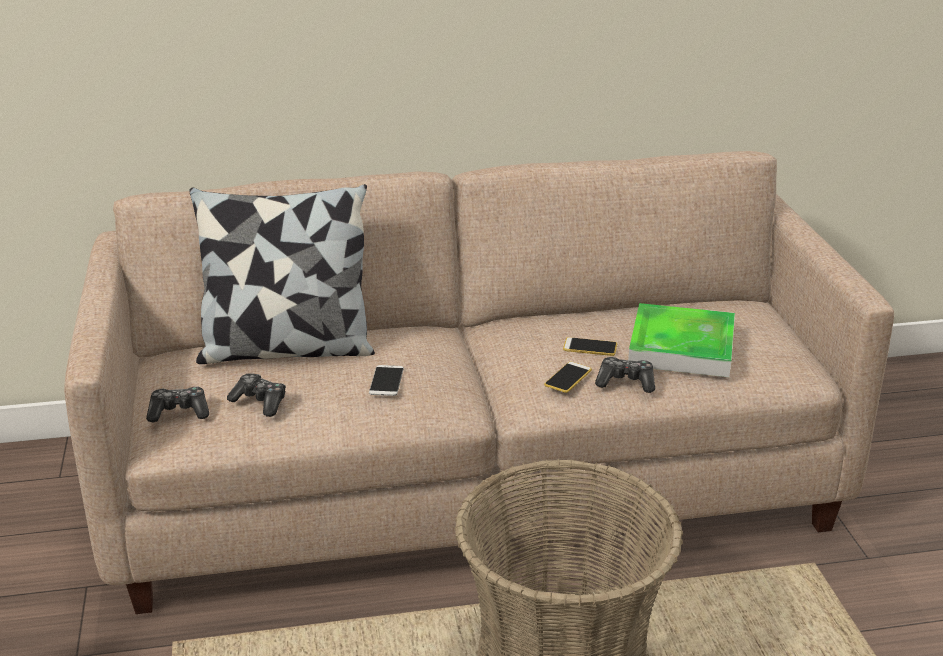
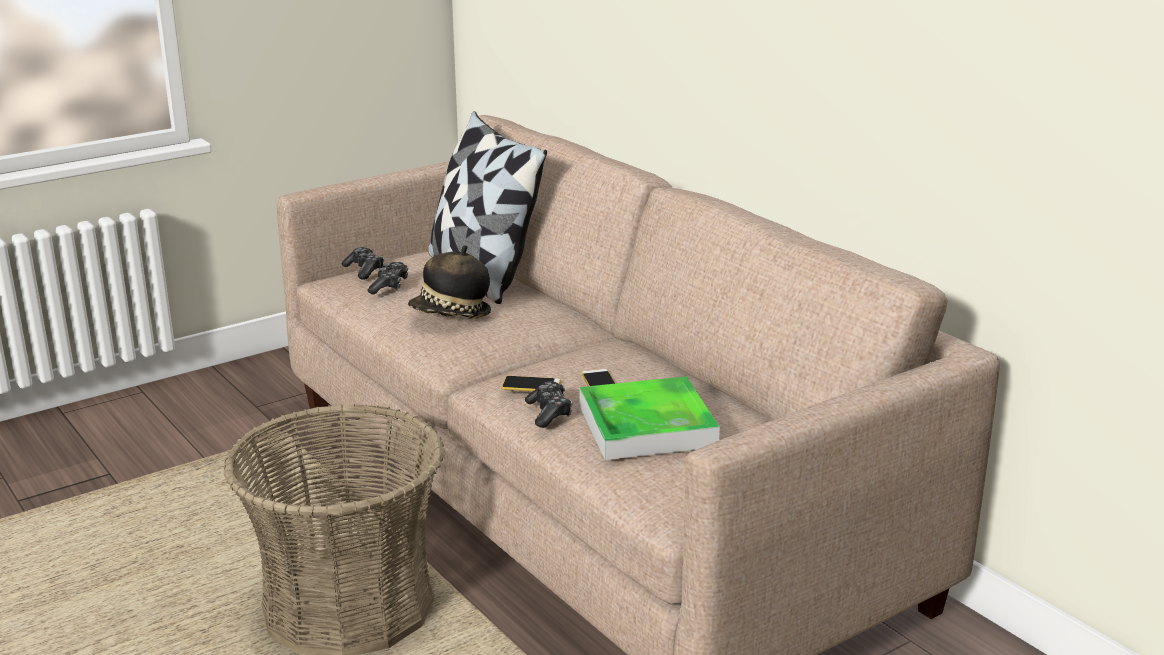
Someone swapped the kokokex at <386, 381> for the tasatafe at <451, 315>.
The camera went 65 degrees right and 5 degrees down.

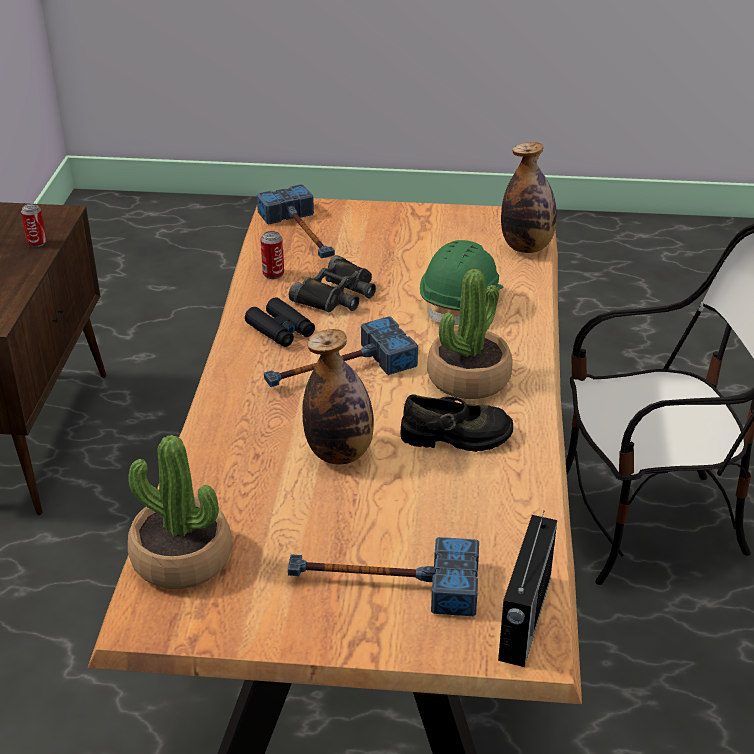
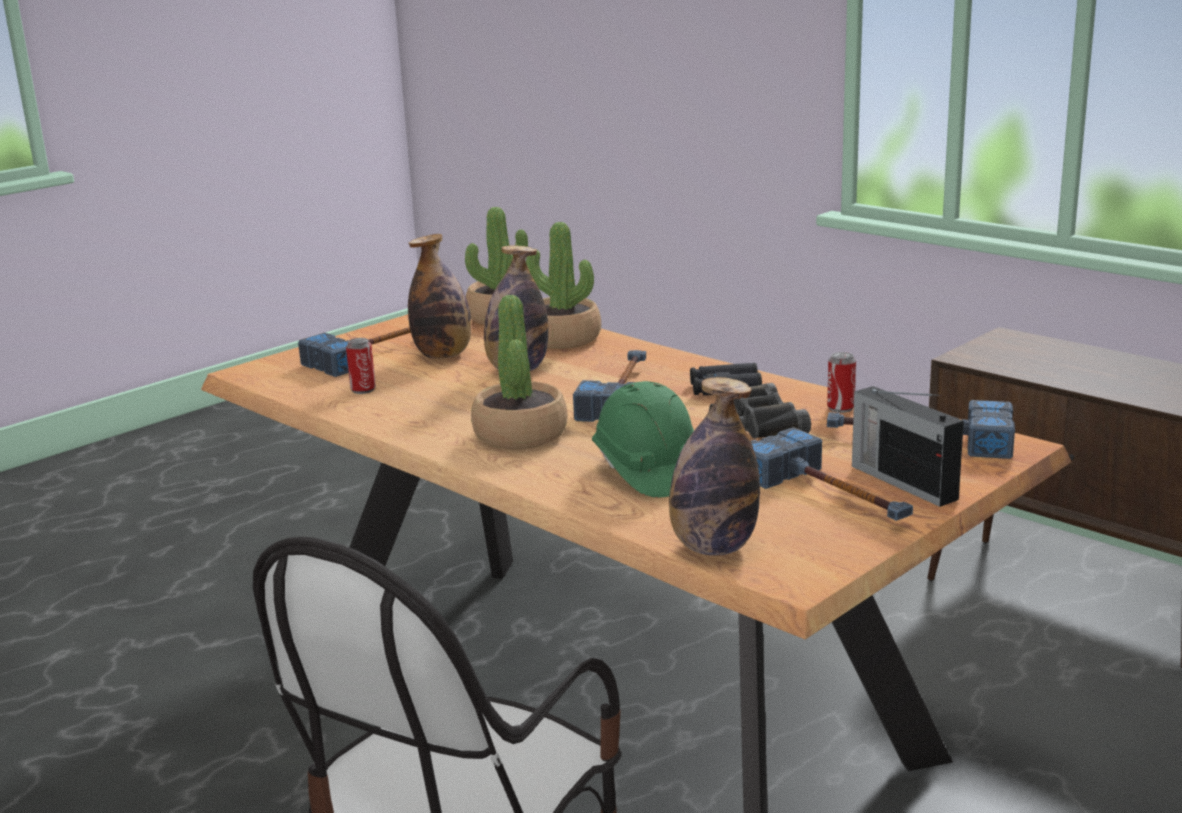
Someone carried the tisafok from <37, 243> to <363, 390>.
Someone took away the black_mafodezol at <456, 436>.
Someone carried the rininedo from <524, 620> to <902, 481>.
Someone put down the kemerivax at <443, 355>.
Someone put down the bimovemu at <562, 339>.
Someone put down the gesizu at <830, 496>.
The camera went 130 degrees right and 15 degrees down.

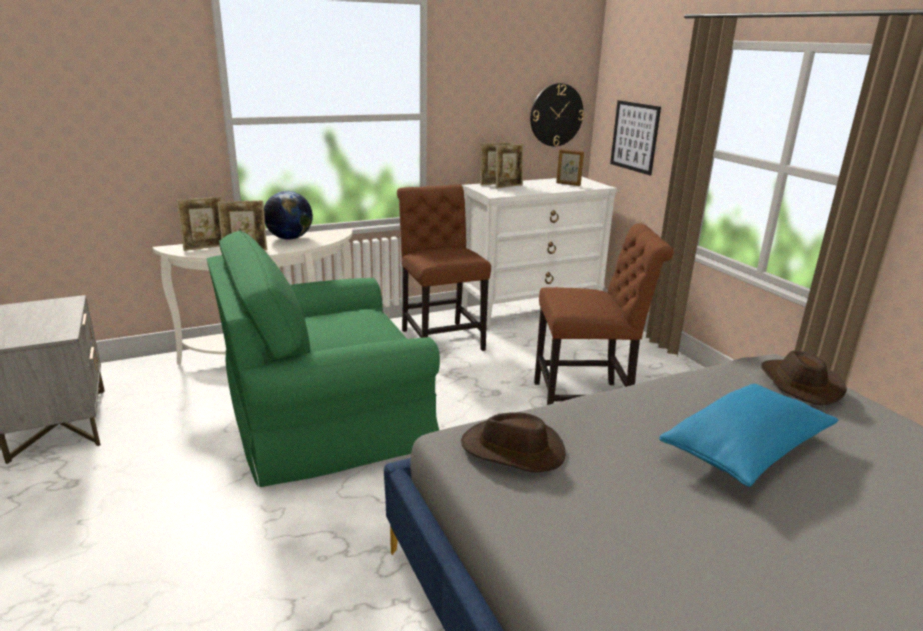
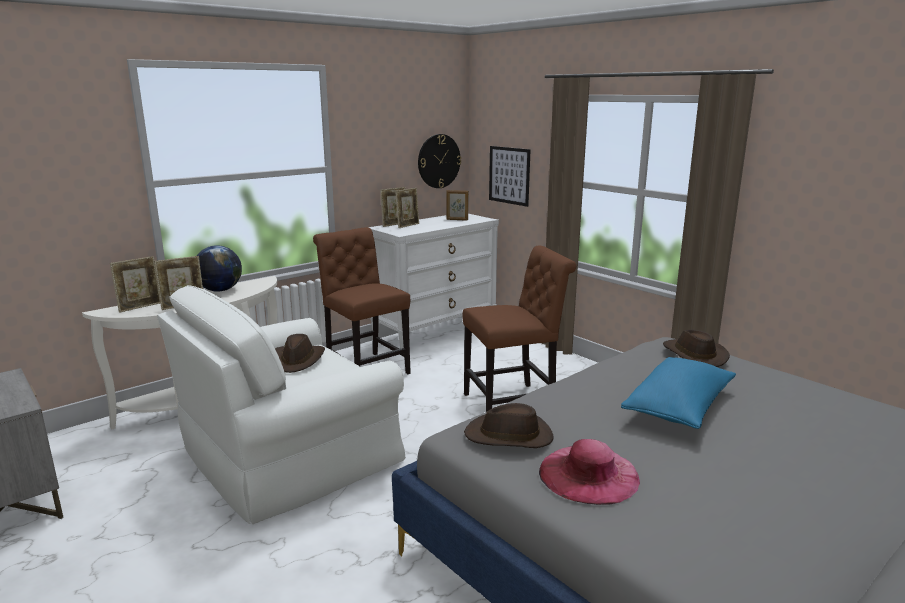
Someone repainted the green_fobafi at <326, 419>, which became the white_fobafi at <289, 455>.
Someone put down the brown_tasatafe at <297, 360>.
Someone put down the pink_tasatafe at <588, 474>.
The camera went 15 degrees left and 5 degrees down.

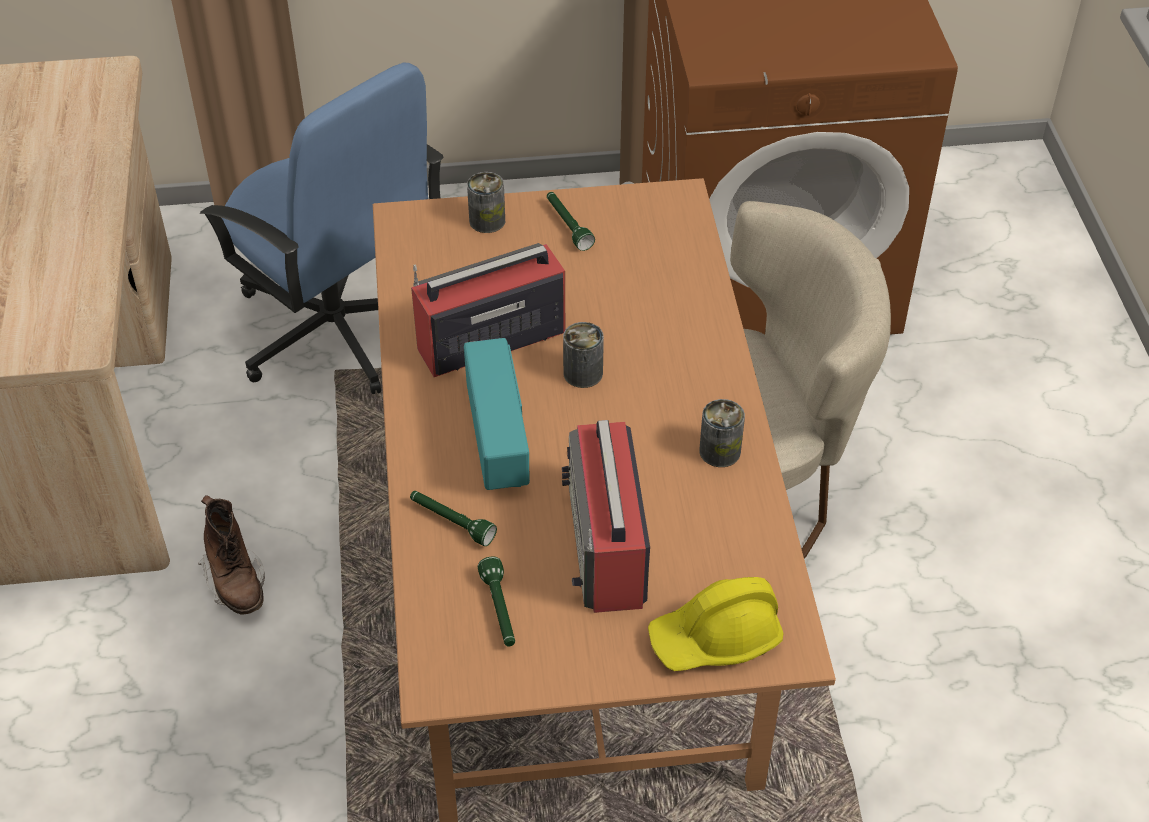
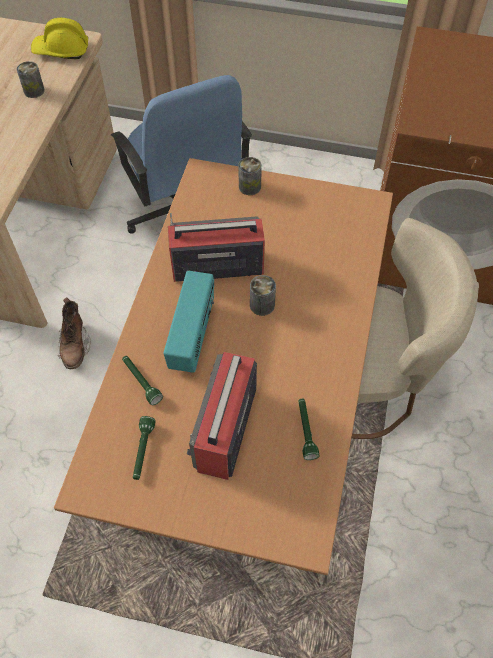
Someone carried the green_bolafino from <567, 226> to <305, 431>.
Someone carried the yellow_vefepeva from <715, 638> to <61, 50>.
Someone carried the tisafok from <720, 451> to <34, 91>.
The camera went 20 degrees right and 10 degrees up.

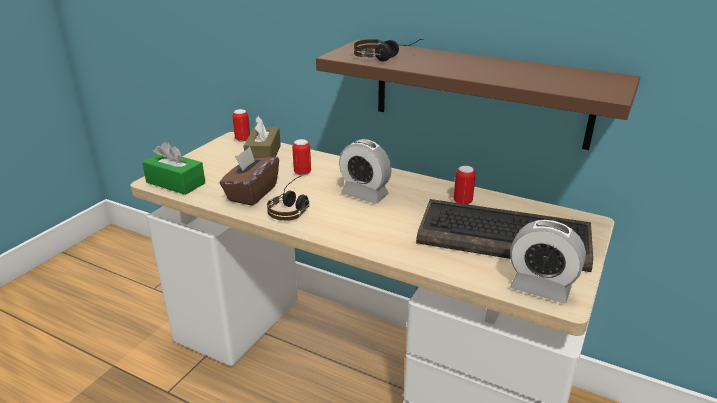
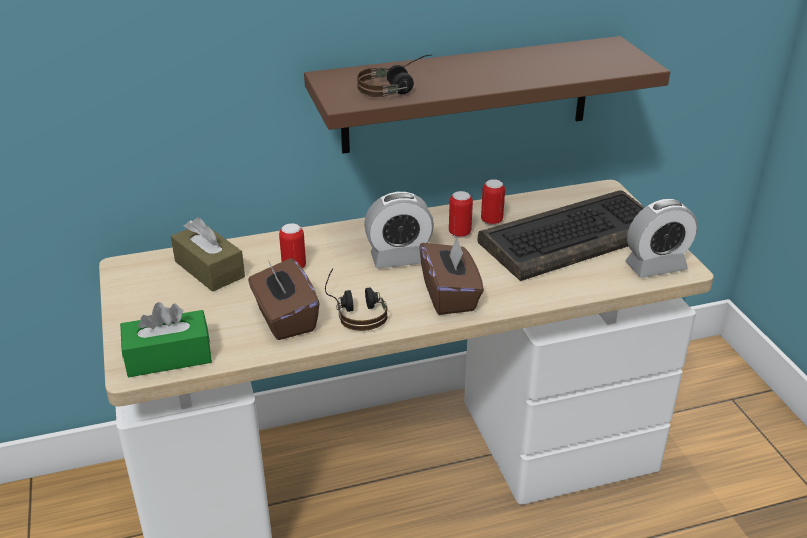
Someone carried the tisafok from <242, 139> to <459, 233>.
Someone put down the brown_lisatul at <450, 295>.
The camera went 45 degrees left and 5 degrees up.

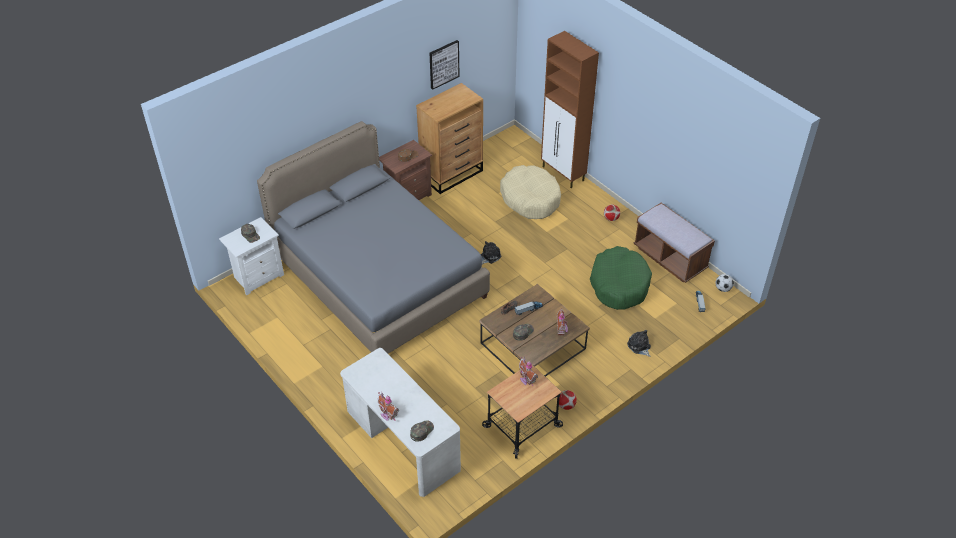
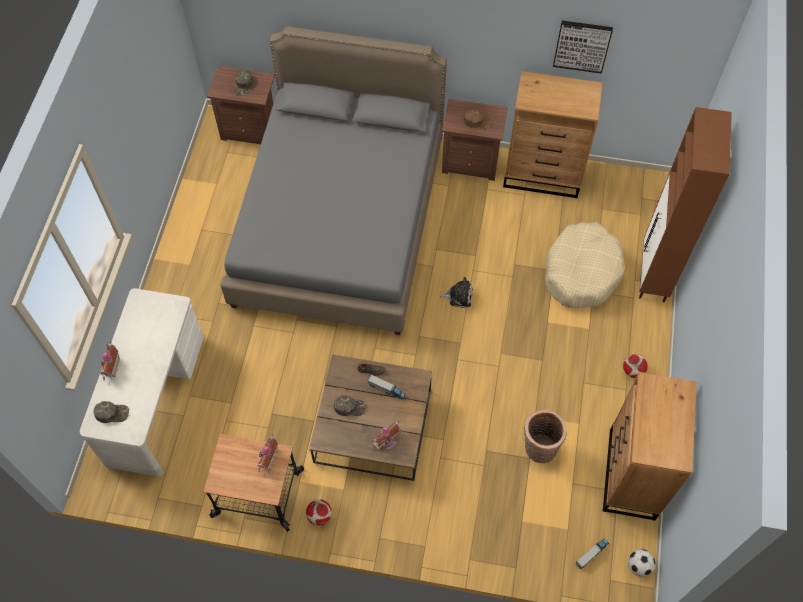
Someone repainted the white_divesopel at <258, 276>, which became the brown_divesopel at <251, 130>.
Someone swapped the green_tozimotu at <619, 284> for the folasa at <538, 449>.
Someone took away the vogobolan at <639, 346>.
Someone swapped the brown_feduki at <670, 258> for the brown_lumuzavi at <631, 475>.
The camera went 50 degrees right and 15 degrees up.

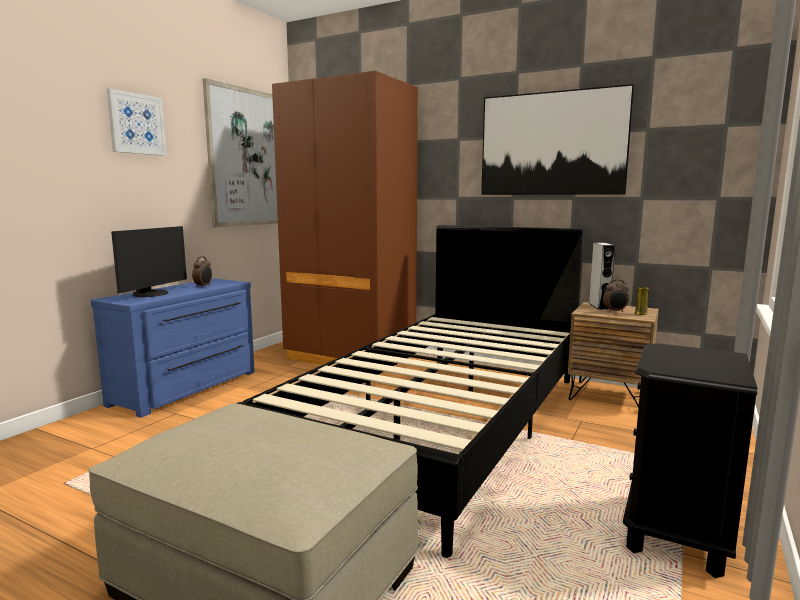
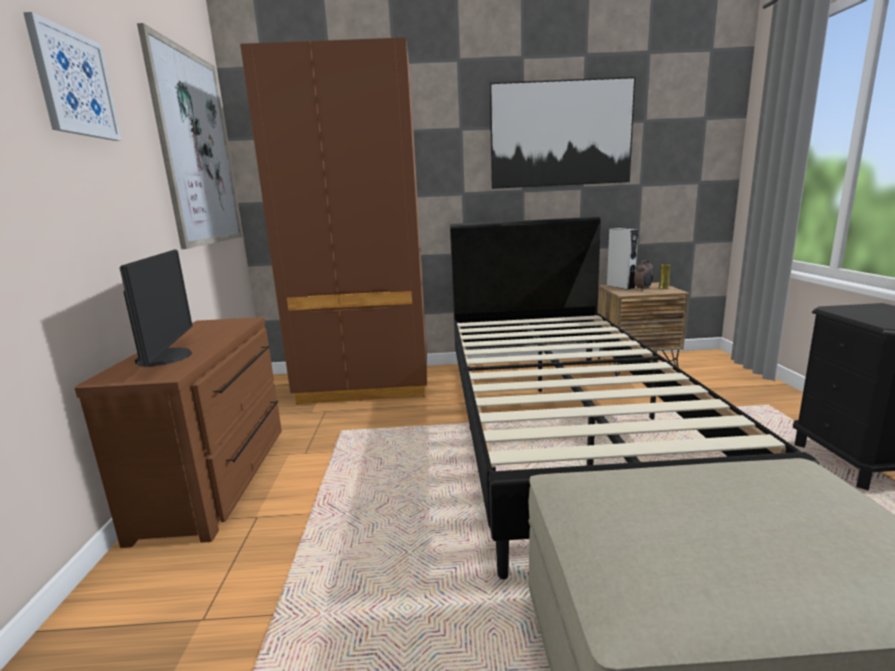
Someone repainted the blue_lumuzavi at <188, 388>, which became the brown_lumuzavi at <221, 477>.
Someone took away the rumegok at <203, 286>.
The camera went 30 degrees left and 5 degrees up.

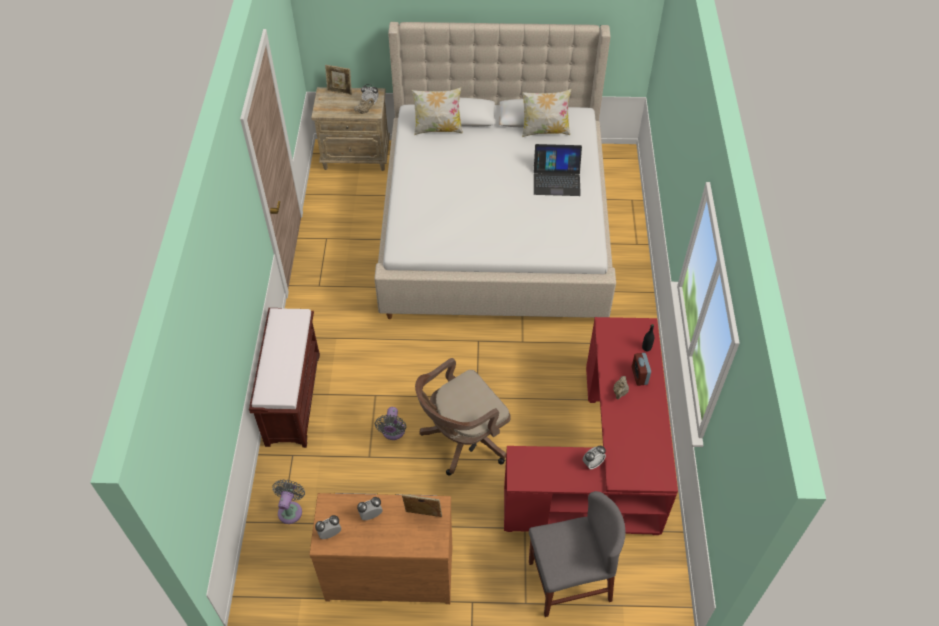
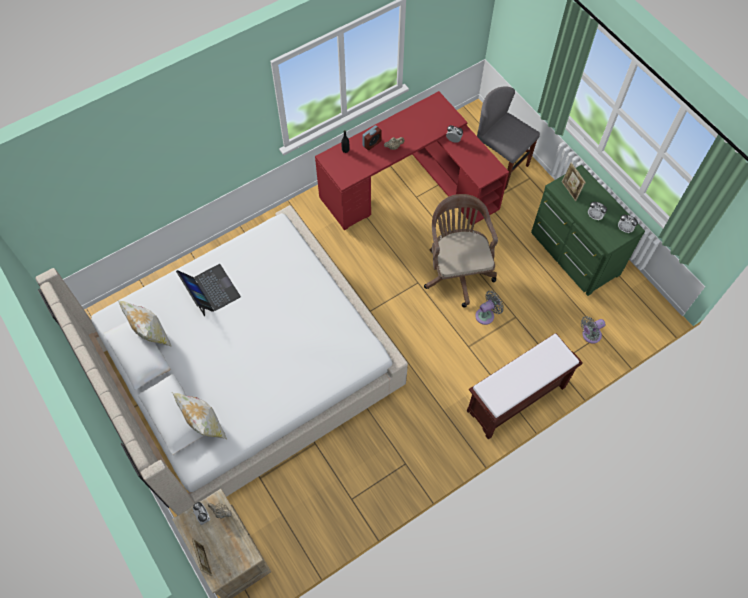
Someone repainted the brown_lumuzavi at <389, 570>, which became the green_lumuzavi at <573, 255>.
Someone rotated the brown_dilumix at <462, 439> by 120 degrees counterclockwise.
The camera went 125 degrees left and 10 degrees up.

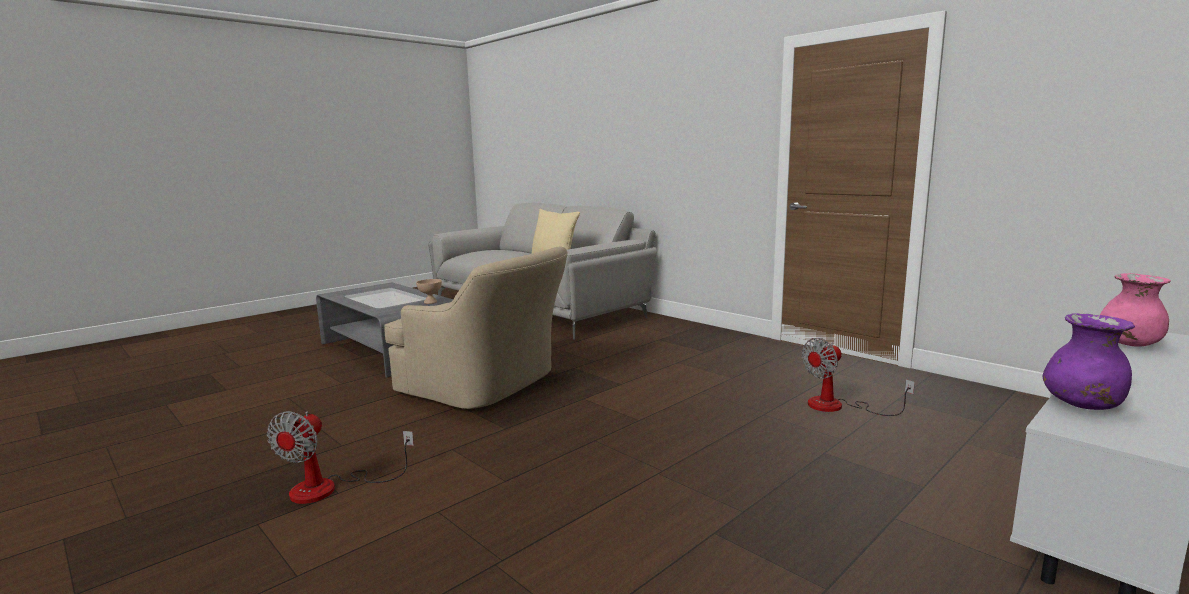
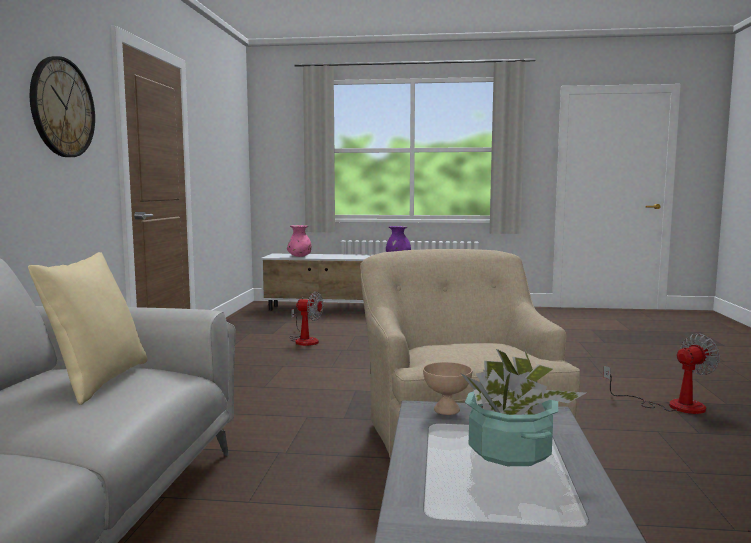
Someone put up the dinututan at <62, 107>.
Someone put down the bimovemu at <509, 451>.
The camera went 130 degrees left and 5 degrees down.

